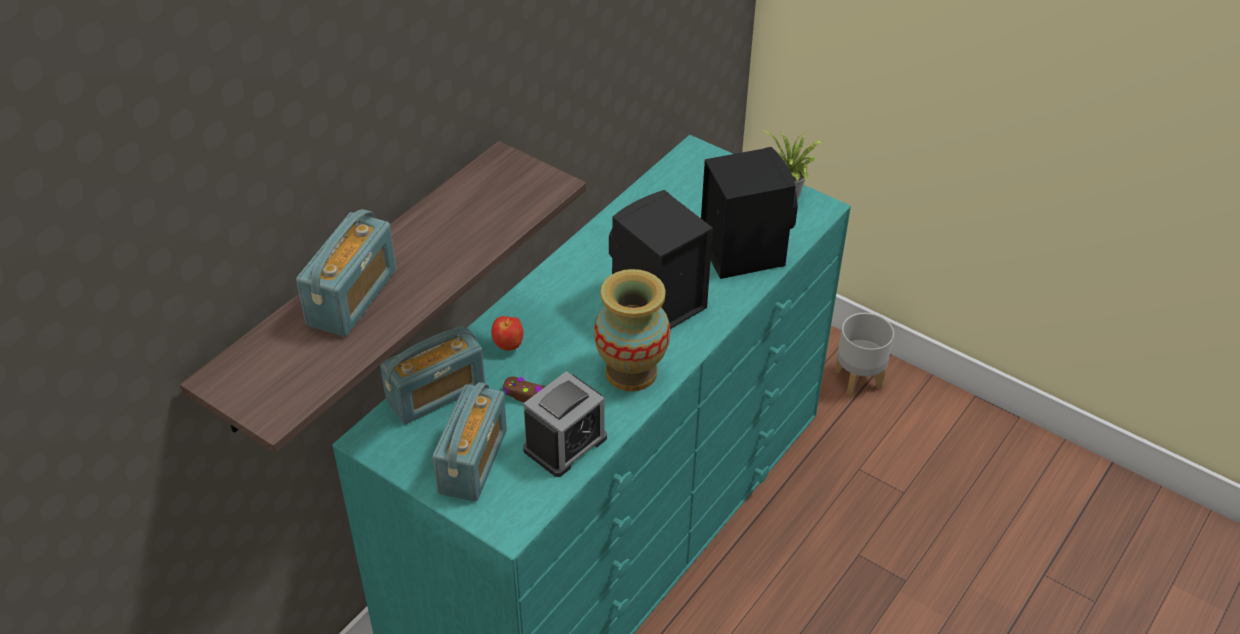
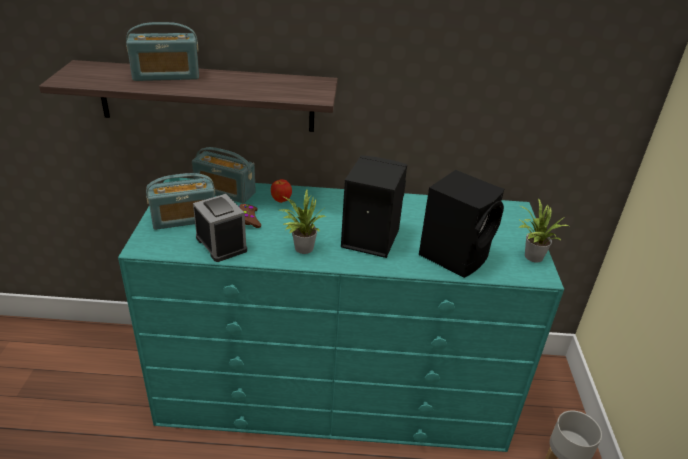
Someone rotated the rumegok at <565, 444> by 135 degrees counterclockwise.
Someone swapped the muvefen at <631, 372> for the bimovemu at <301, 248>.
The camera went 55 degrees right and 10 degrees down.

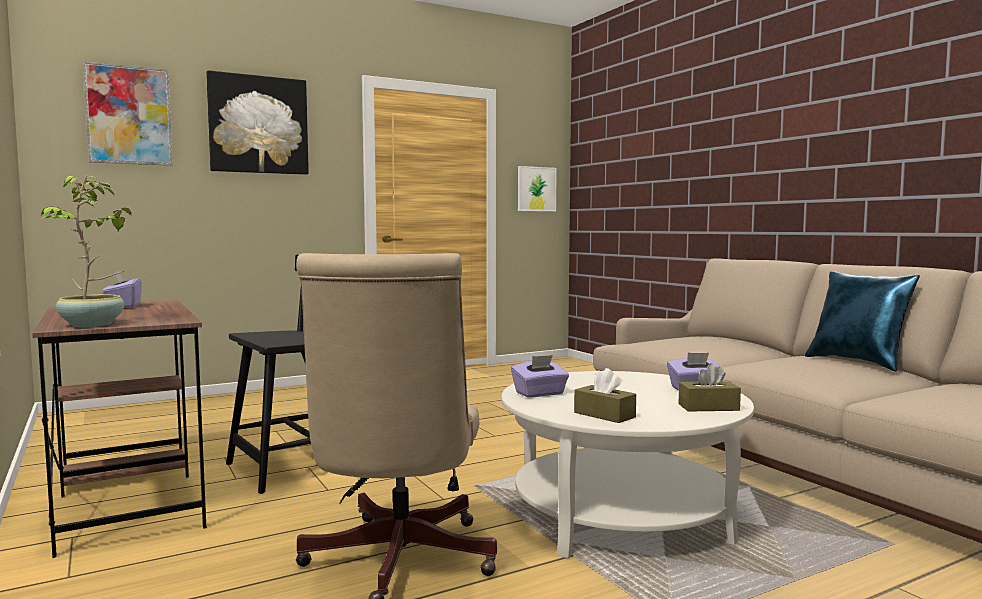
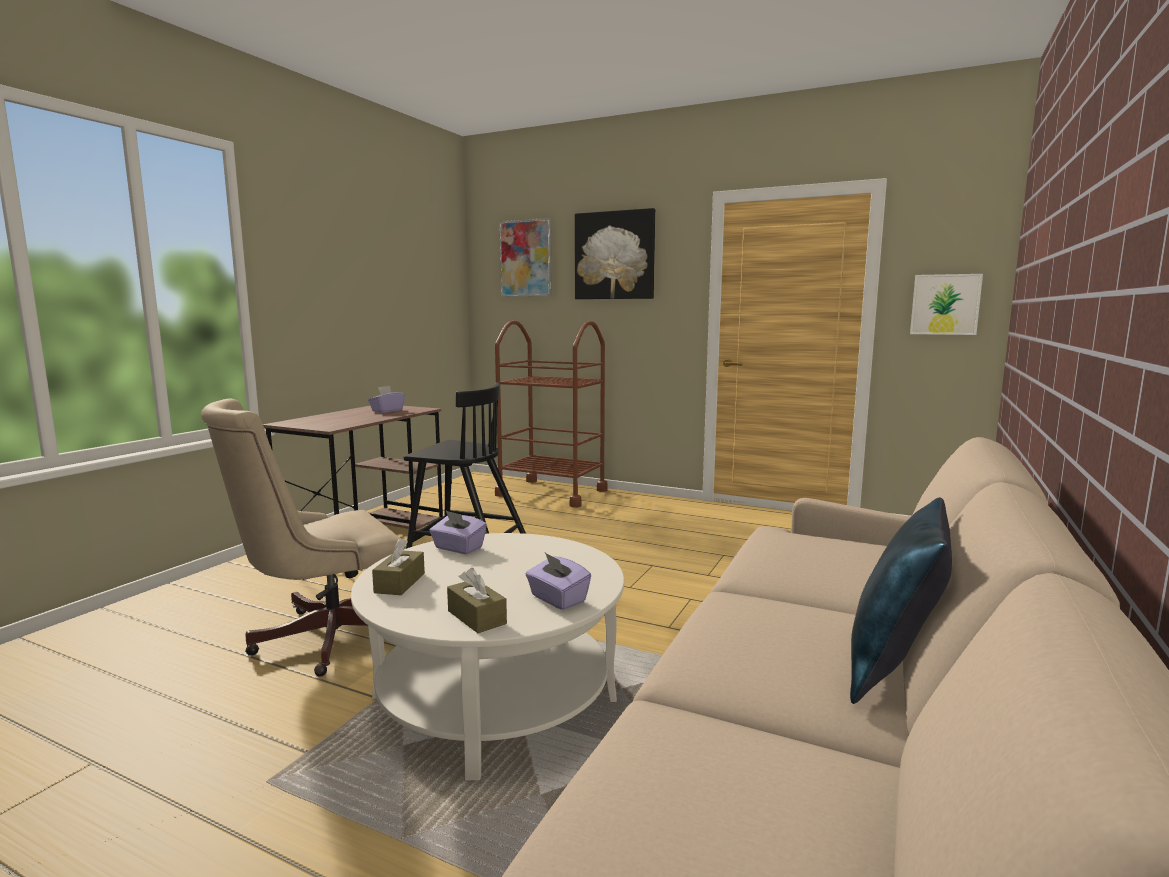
Someone took away the bimovemu at <93, 325>.
Someone put down the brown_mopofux at <552, 493>.
The camera went 55 degrees right and 5 degrees up.

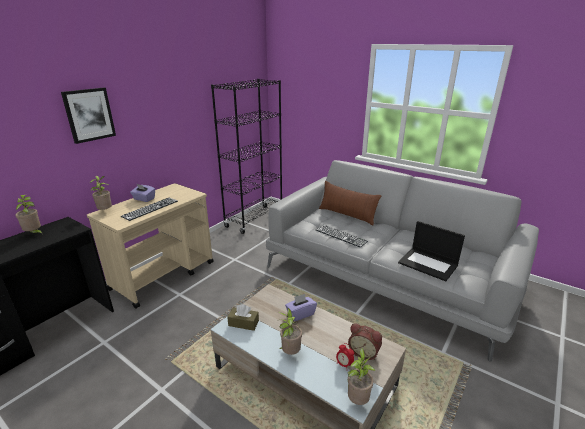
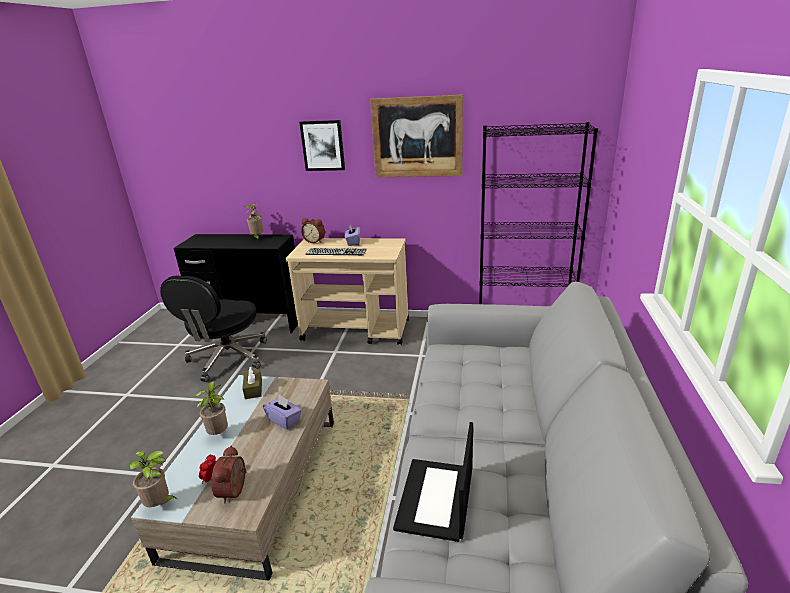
Someone swapped the bimovemu at <105, 211> for the rumegok at <315, 241>.
Someone took away the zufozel at <341, 235>.
Someone took away the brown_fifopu at <347, 215>.
Someone put down the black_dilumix at <227, 359>.
Someone put up the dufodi at <417, 137>.
The camera went 65 degrees right and 0 degrees up.

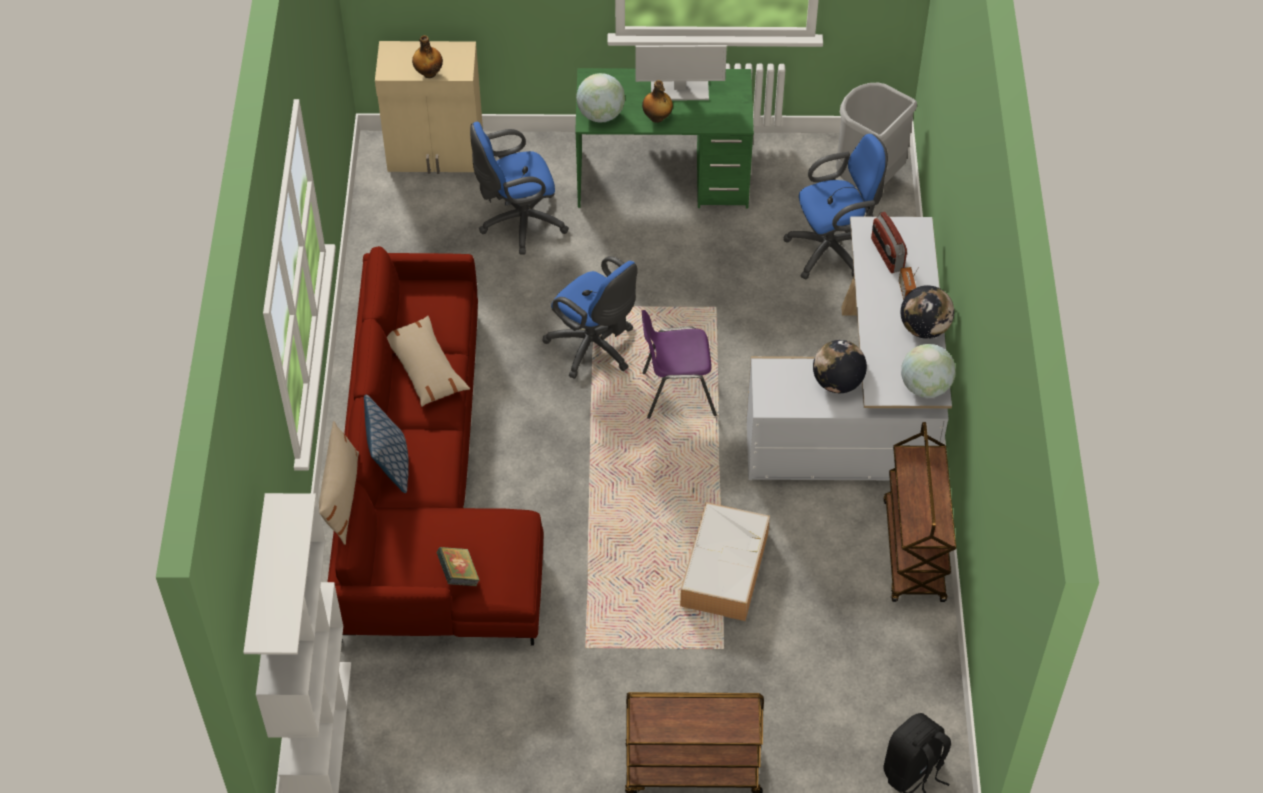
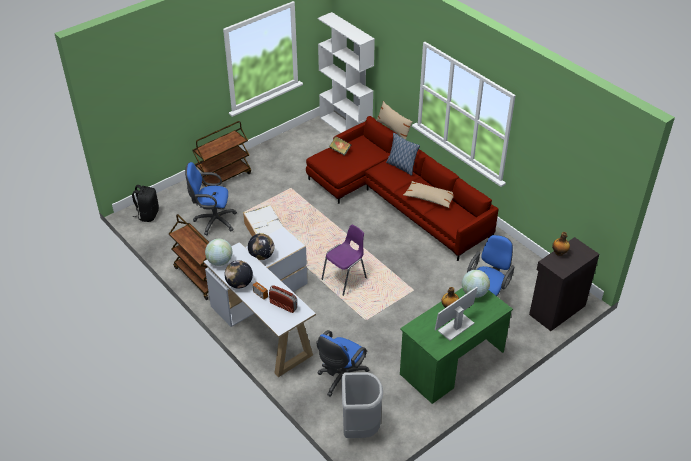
Someone repainted the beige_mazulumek at <436, 155>, which became the black_mazulumek at <556, 310>.
Someone carried the blue_dilumix from <595, 348> to <213, 221>.
The camera went 140 degrees right and 10 degrees down.

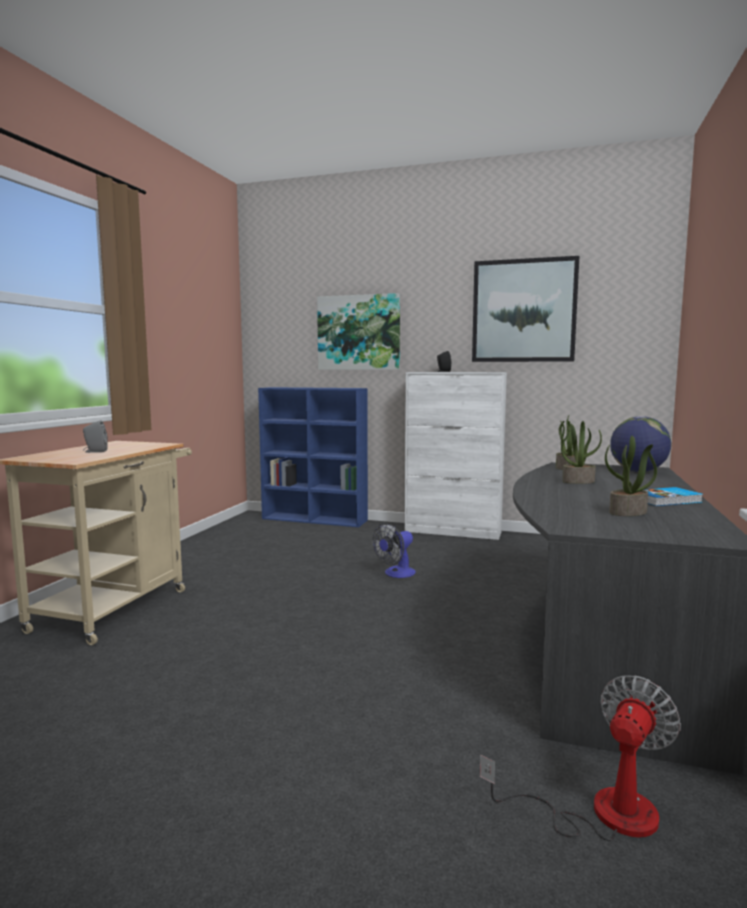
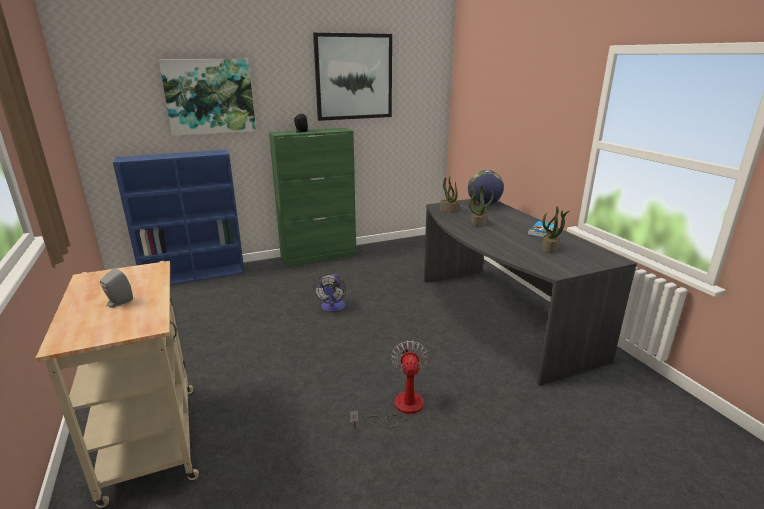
Someone repainted the white_mazulumek at <453, 531>, which became the green_mazulumek at <319, 256>.
Someone carried the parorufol from <601, 812> to <400, 408>.
The camera went 40 degrees left and 15 degrees up.

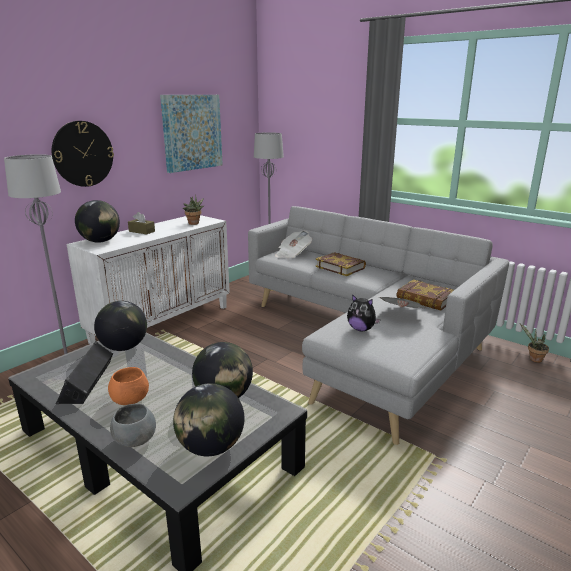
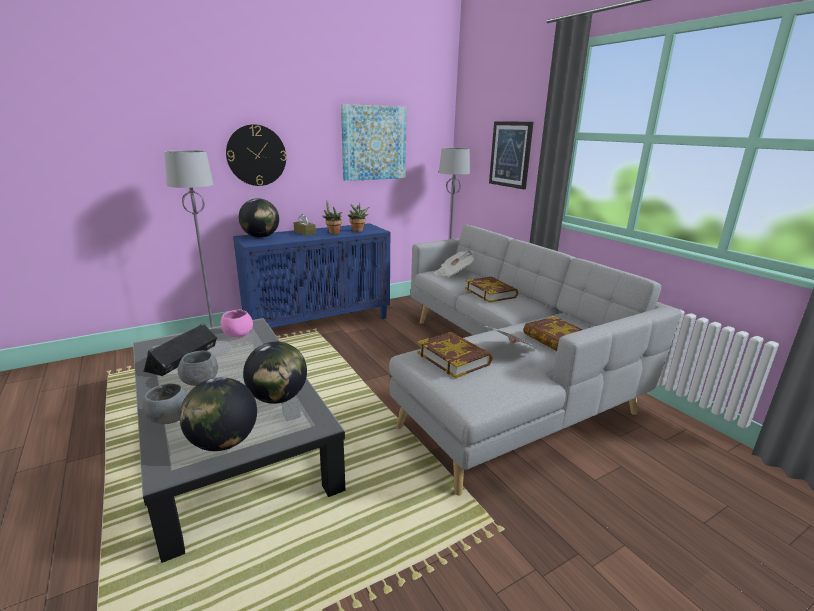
Someone repainted the white_mazulumek at <162, 323>, which became the blue_mazulumek at <320, 323>.
Someone swapped the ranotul at <124, 347> for the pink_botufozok at <238, 334>.
Someone repainted the orange_botufozok at <130, 400>, which became the grey_botufozok at <200, 382>.
Someone swapped the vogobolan at <361, 329> for the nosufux at <453, 358>.
Someone carried the bimovemu from <533, 359> to <332, 233>.
Someone put up the dufodi at <510, 154>.
The camera went 20 degrees right and 0 degrees up.

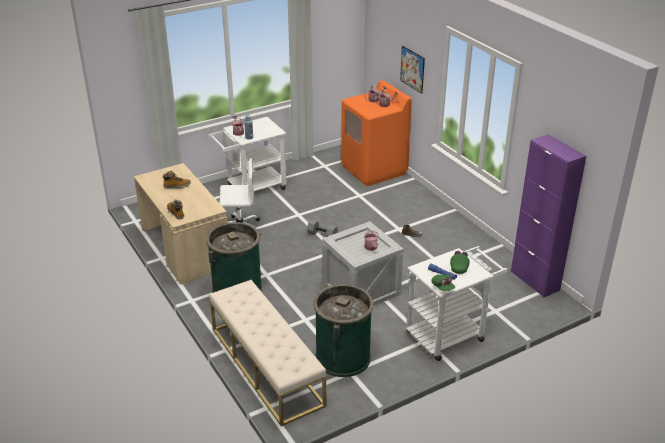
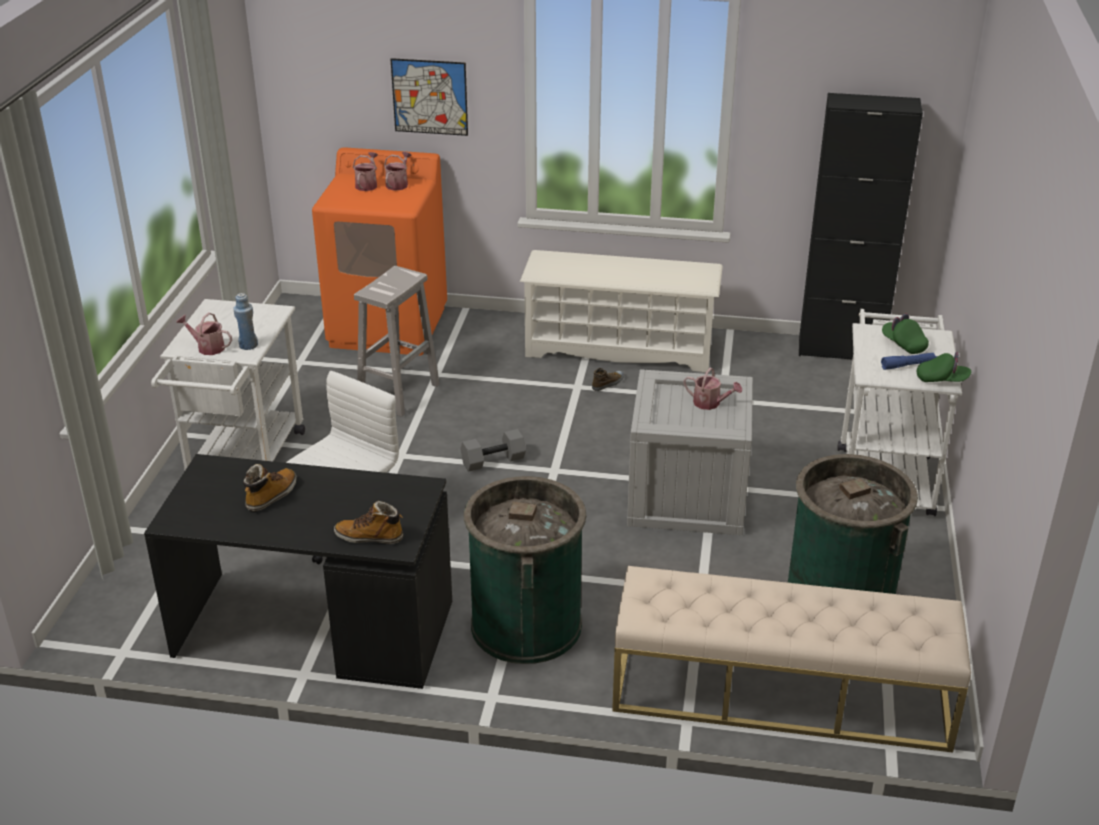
Someone repainted the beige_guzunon at <184, 248>, which became the black_guzunon at <312, 630>.
Someone repainted the purple_mazulumek at <535, 281>, which became the black_mazulumek at <840, 350>.
Someone put down the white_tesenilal at <399, 392>.
Someone put down the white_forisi at <620, 348>.
The camera went 50 degrees left and 0 degrees up.

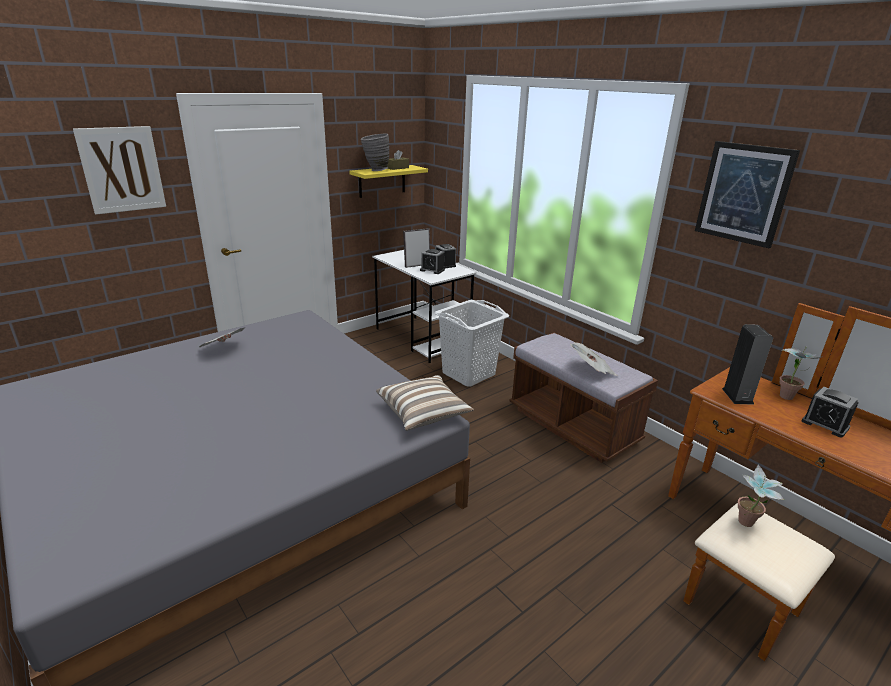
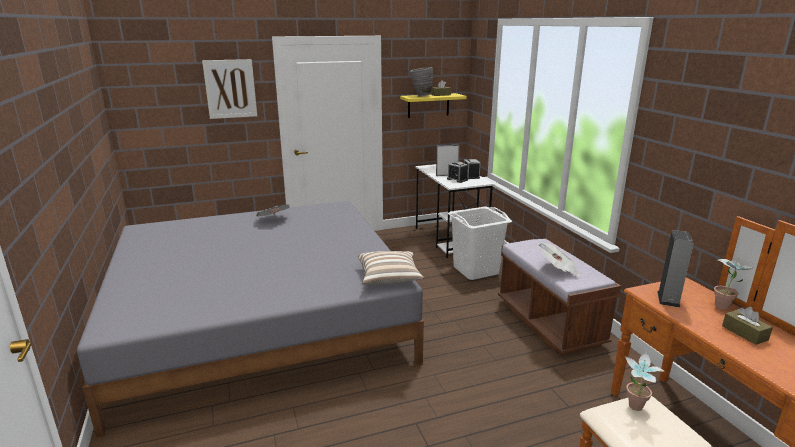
Someone took away the dufodi at <743, 193>.
Someone swapped the rumegok at <825, 424> for the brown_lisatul at <744, 333>.
The camera went 20 degrees right and 5 degrees down.

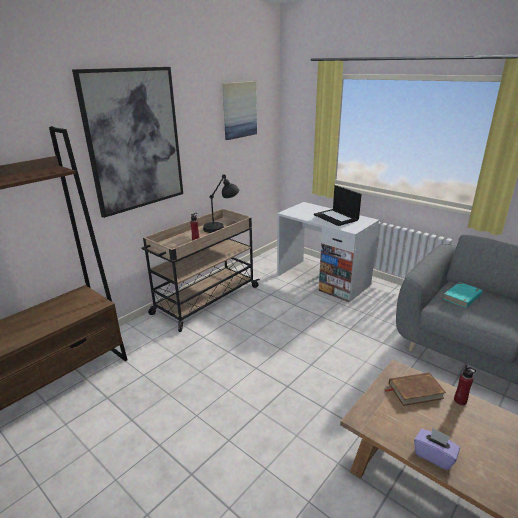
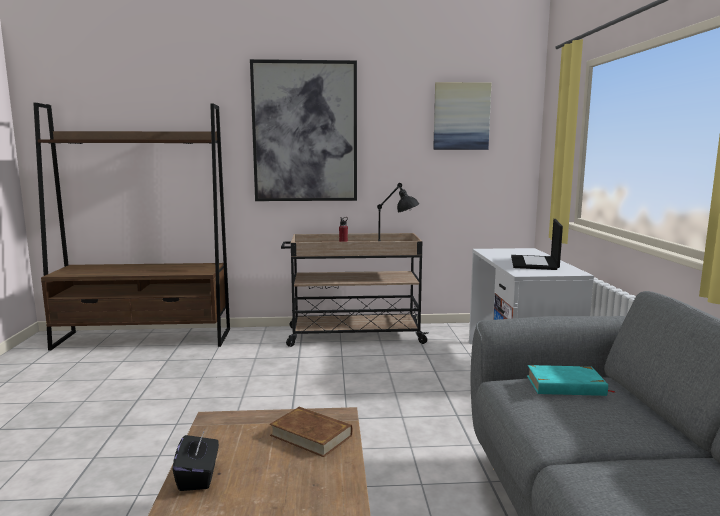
Someone repainted the purple_lisatul at <434, 455>, which became the black_lisatul at <198, 477>.
Someone took away the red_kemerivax at <460, 400>.
The camera went 45 degrees right and 15 degrees down.

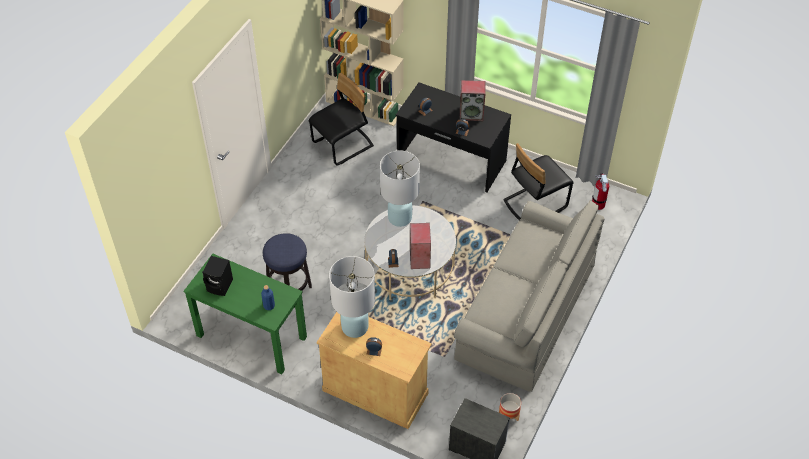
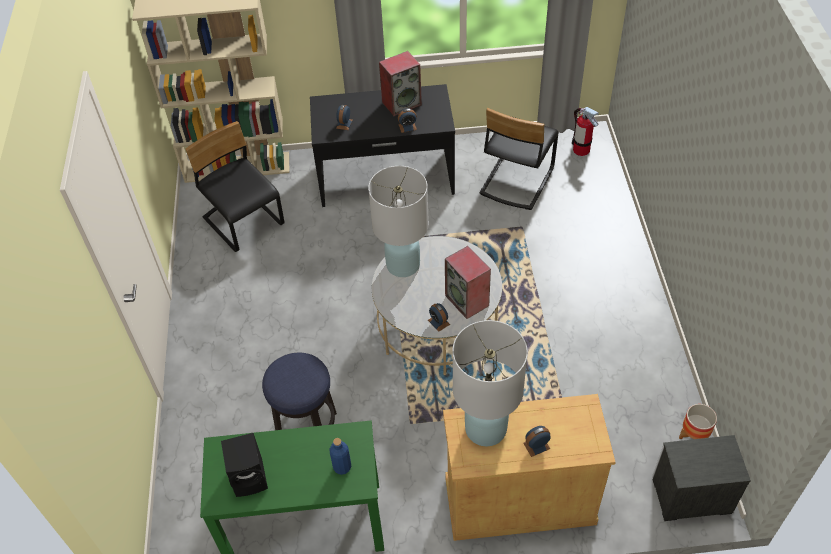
Someone rotated the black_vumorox at <343, 145> by 60 degrees counterclockwise.
Someone took away the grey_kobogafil at <525, 312>.
The camera went 30 degrees left and 0 degrees up.

